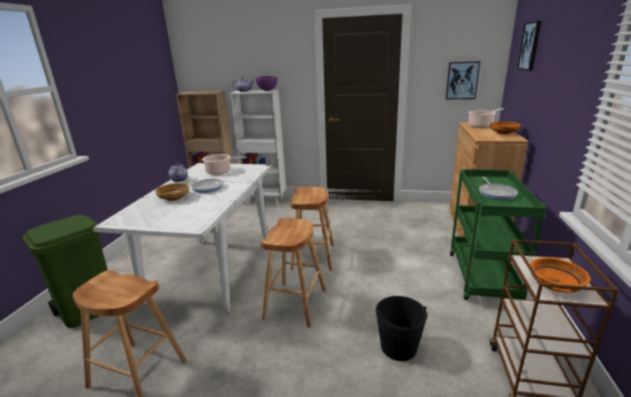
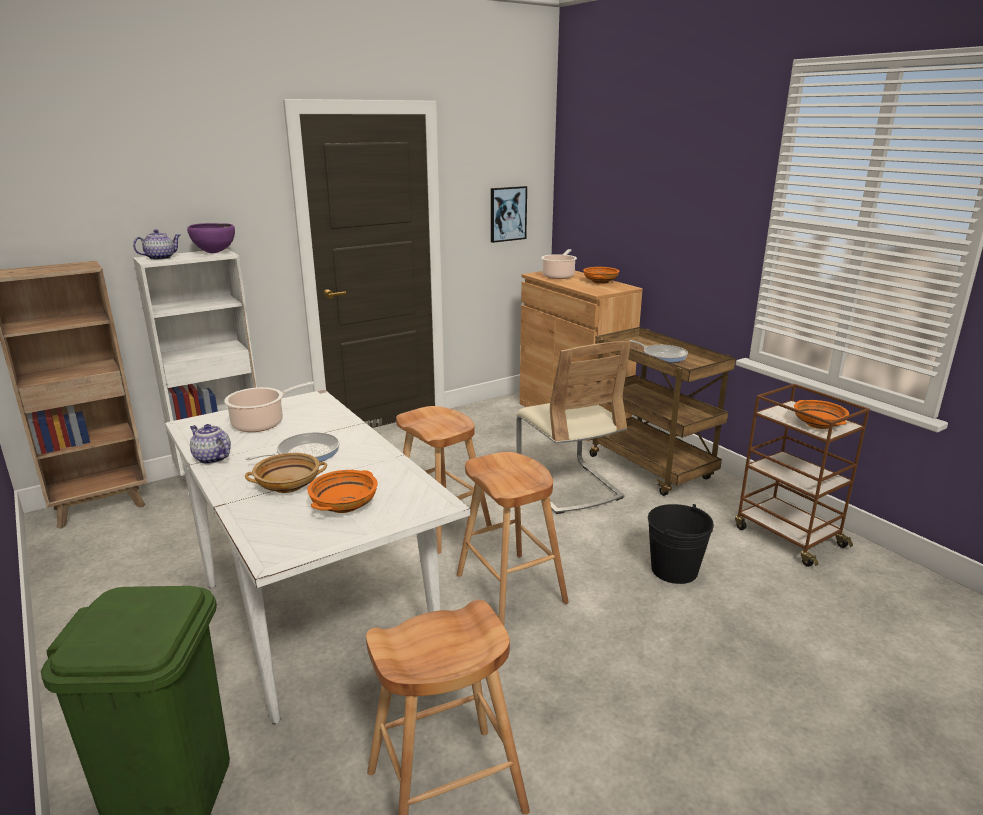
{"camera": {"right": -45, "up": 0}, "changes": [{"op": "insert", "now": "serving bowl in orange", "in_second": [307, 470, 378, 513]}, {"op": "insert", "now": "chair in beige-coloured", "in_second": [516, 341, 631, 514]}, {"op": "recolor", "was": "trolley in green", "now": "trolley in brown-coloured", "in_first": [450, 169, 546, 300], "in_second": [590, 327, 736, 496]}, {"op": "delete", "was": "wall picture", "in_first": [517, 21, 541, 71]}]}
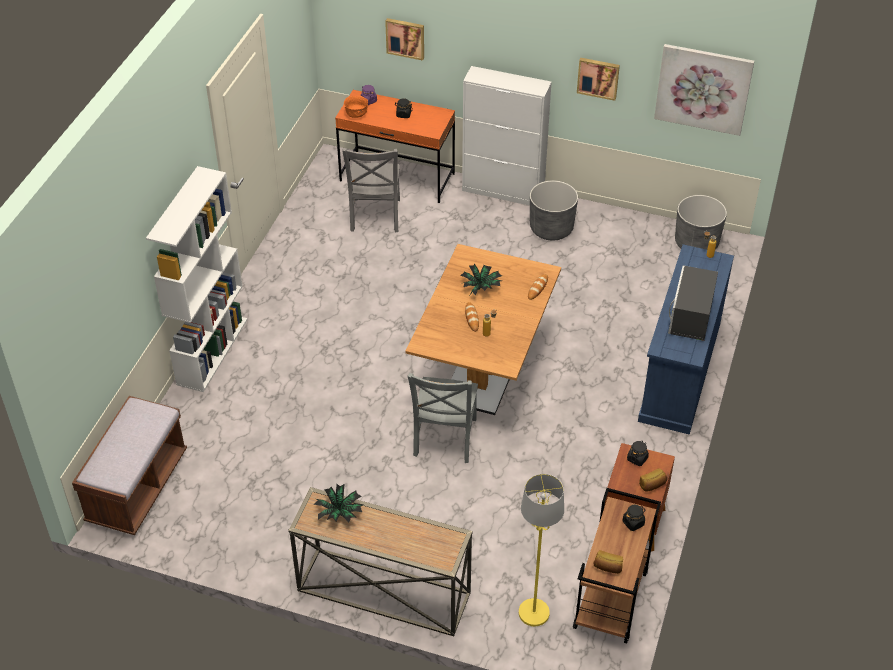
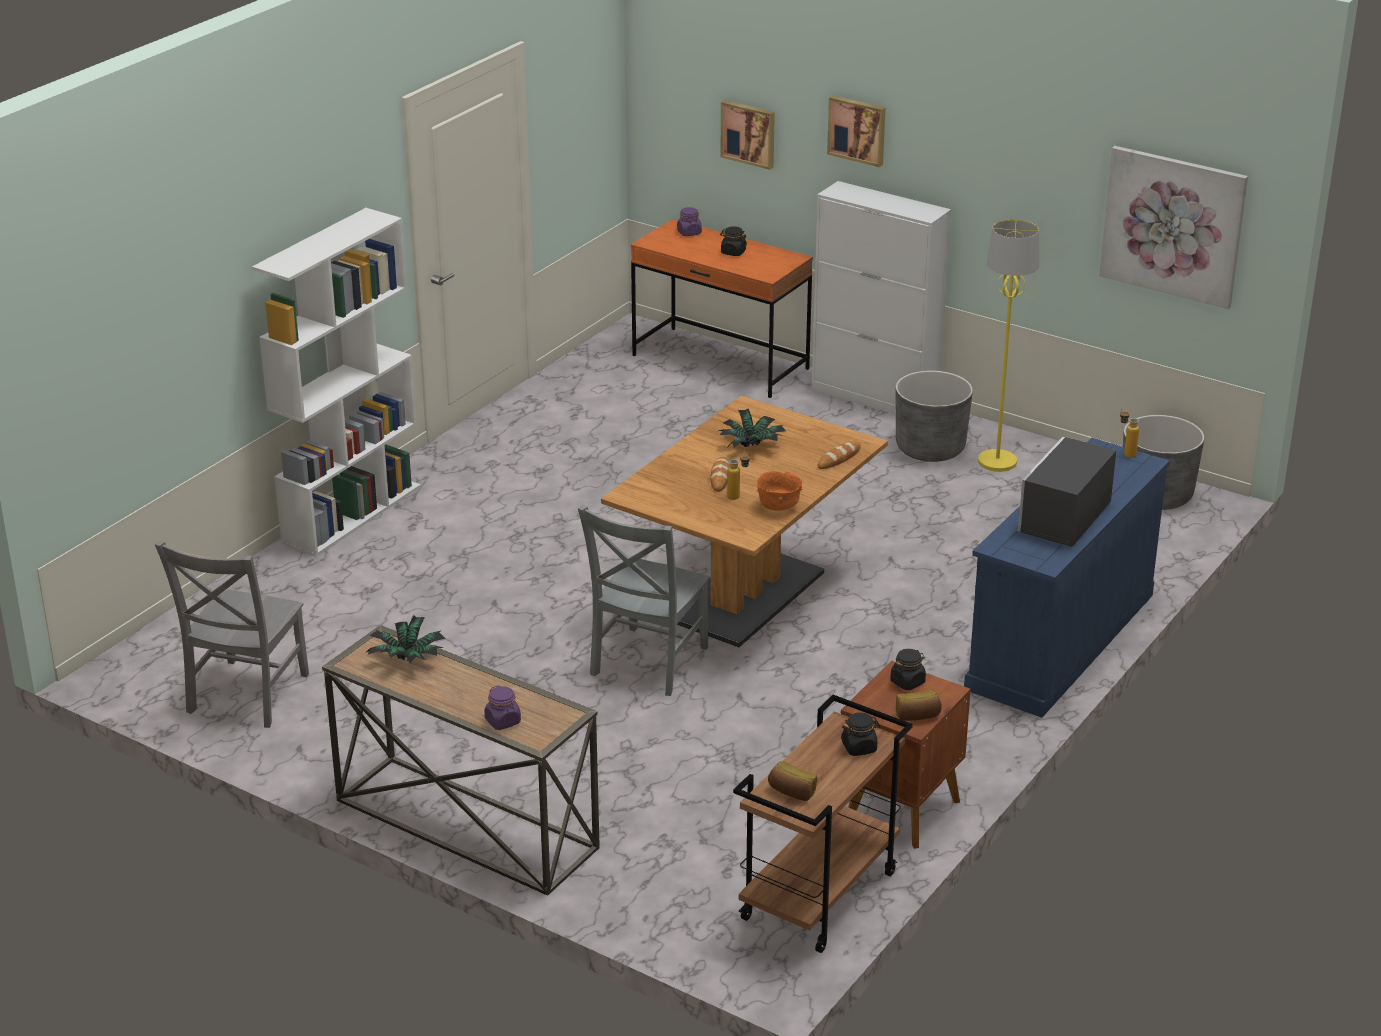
{"camera": {"right": 15, "up": -15}, "changes": [{"op": "move", "was": "chair in greyish", "in_first": [342, 148, 400, 232], "in_second": [155, 541, 309, 728]}, {"op": "insert", "now": "storage jar in purple", "in_second": [484, 685, 521, 730]}, {"op": "move", "was": "serving bowl in orange", "in_first": [344, 95, 368, 118], "in_second": [757, 471, 803, 511]}, {"op": "move", "was": "wall picture", "in_first": [577, 58, 620, 101], "in_second": [827, 96, 886, 167]}, {"op": "move", "was": "standard lamp in yellow-coloured", "in_first": [519, 474, 564, 626], "in_second": [978, 219, 1039, 472]}, {"op": "delete", "was": "indoor bench in brown-coloured", "in_first": [72, 396, 187, 535]}]}
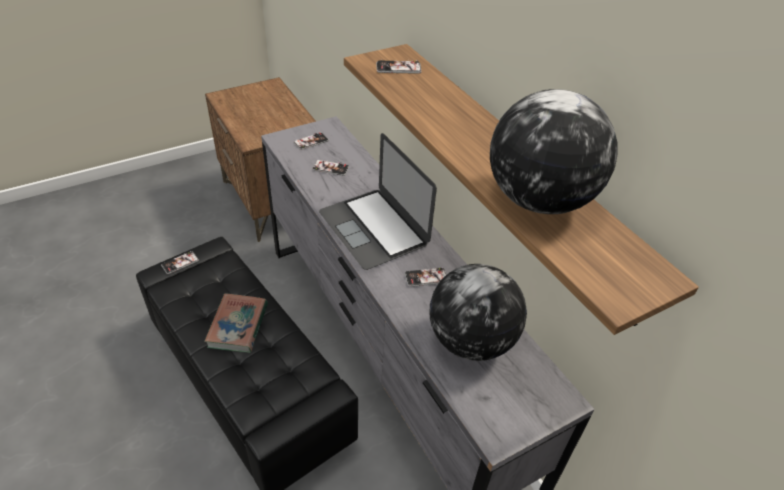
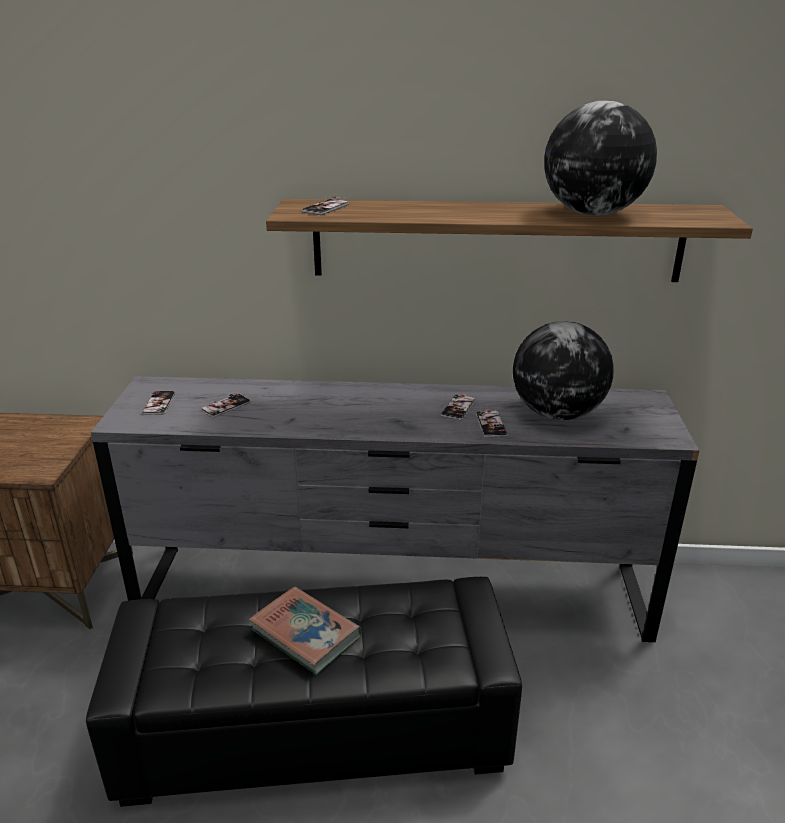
{"camera": {"right": -55, "up": -15}, "changes": [{"op": "move", "was": "phone", "in_first": [161, 251, 199, 274], "in_second": [476, 409, 508, 438]}, {"op": "delete", "was": "notebook computer", "in_first": [319, 133, 437, 270]}]}
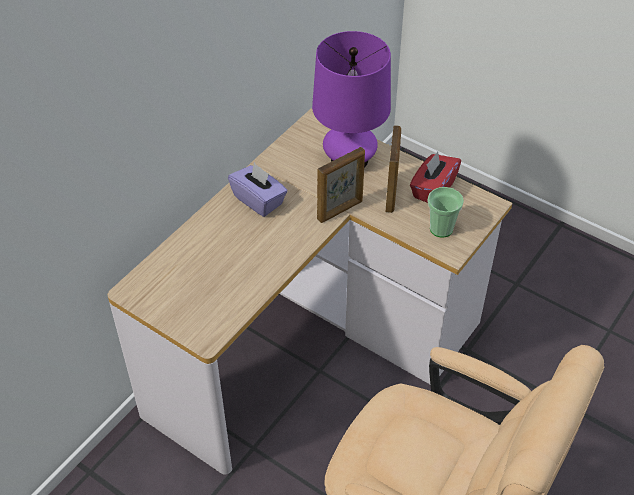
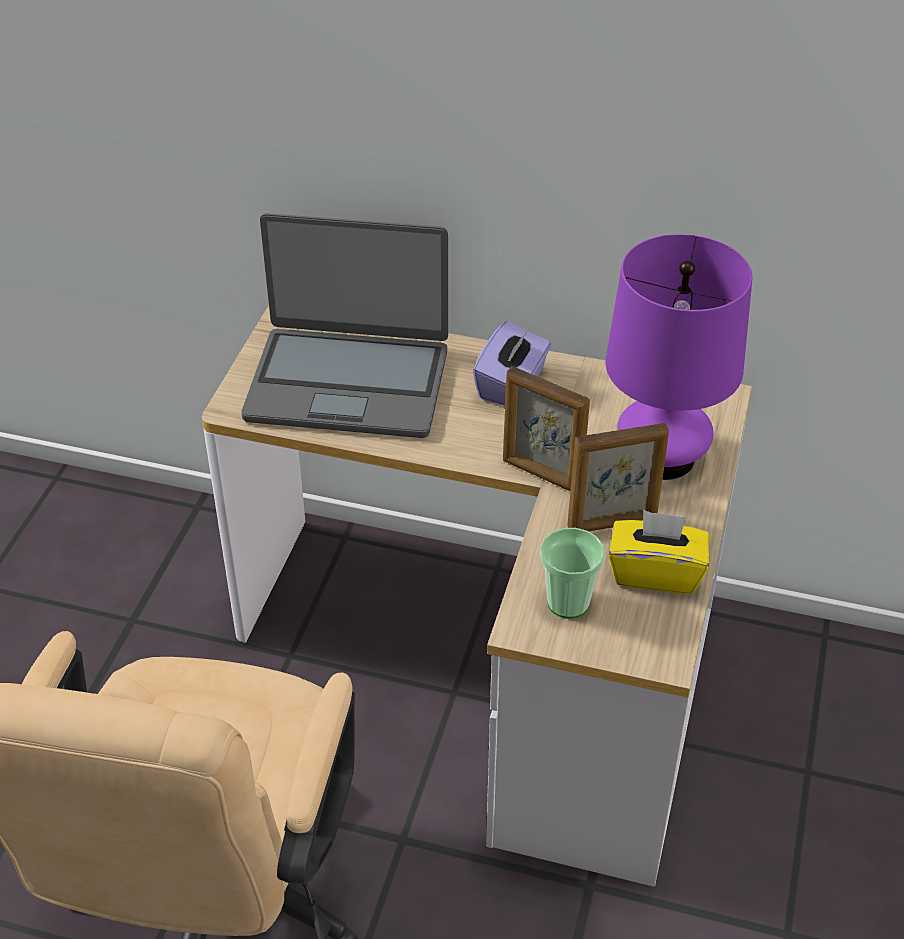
{"camera": {"right": 70, "up": -5}, "changes": [{"op": "insert", "now": "notebook computer", "in_second": [241, 213, 448, 438]}, {"op": "recolor", "was": "box of tissues in red", "now": "box of tissues in yellow-coloured", "in_first": [410, 152, 461, 203], "in_second": [609, 510, 709, 594]}]}
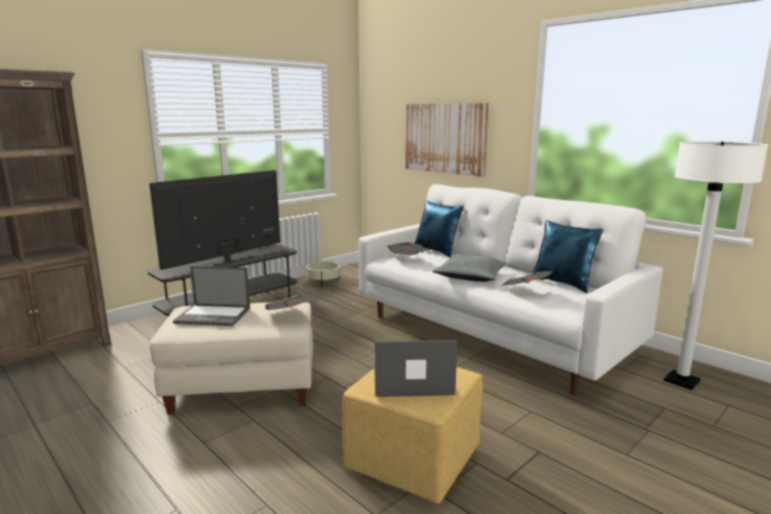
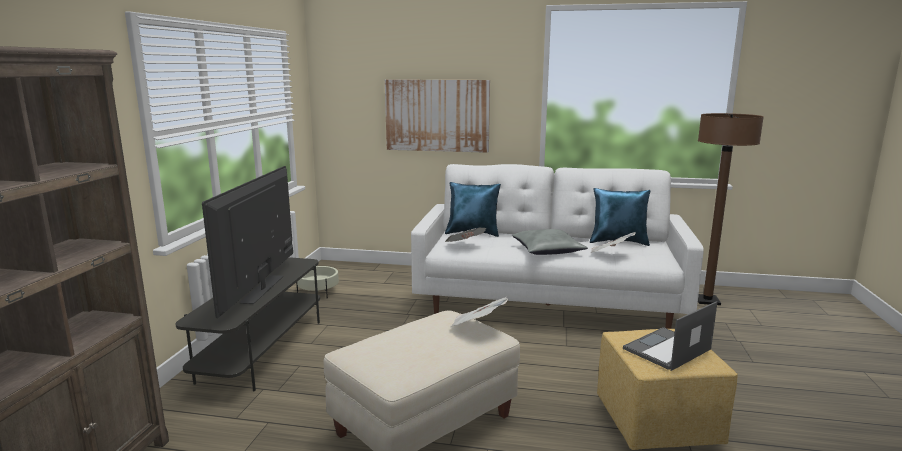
{"camera": {"right": -35, "up": 0}, "changes": [{"op": "recolor", "was": "standard lamp in white-coloured", "now": "standard lamp in brown-coloured", "in_first": [664, 141, 768, 390], "in_second": [698, 113, 764, 305]}, {"op": "delete", "was": "notebook computer", "in_first": [173, 266, 250, 326]}]}
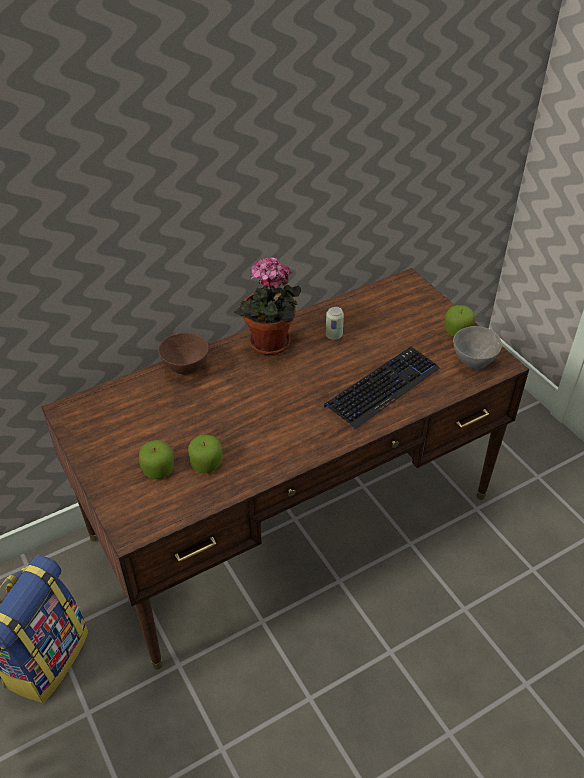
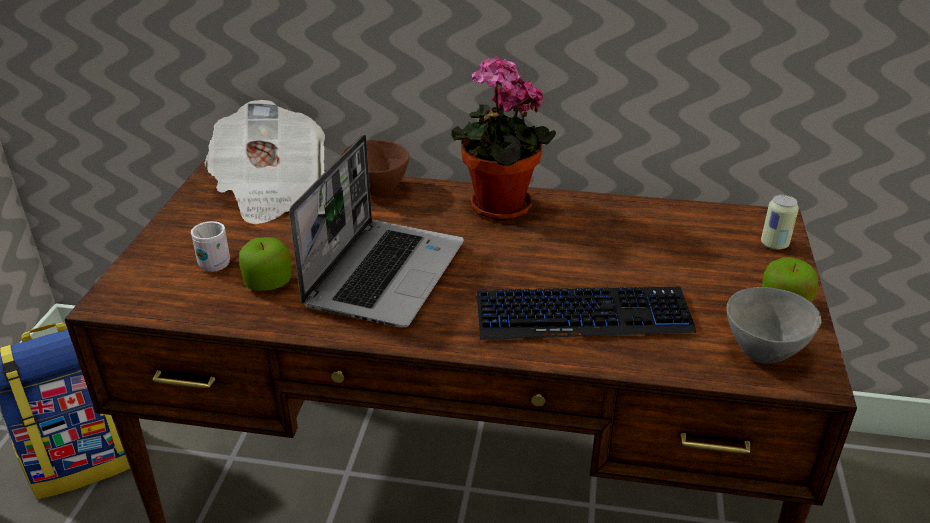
{"camera": {"right": 40, "up": -10}, "changes": [{"op": "replace", "was": "apple fruit", "now": "mug in white-coloured", "in_first": [139, 440, 174, 479], "in_second": [191, 221, 230, 272]}, {"op": "insert", "now": "newspaper", "in_second": [204, 100, 325, 224]}, {"op": "insert", "now": "notebook computer", "in_second": [289, 135, 464, 328]}, {"op": "move", "was": "can", "in_first": [326, 307, 344, 340], "in_second": [761, 195, 799, 250]}]}
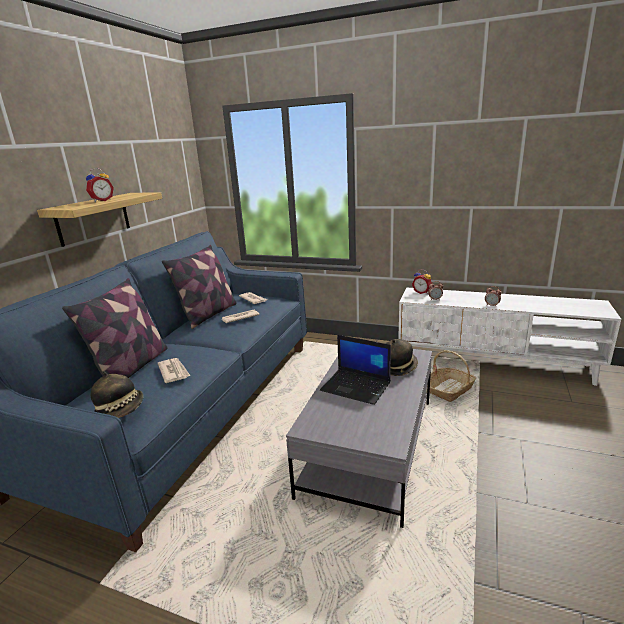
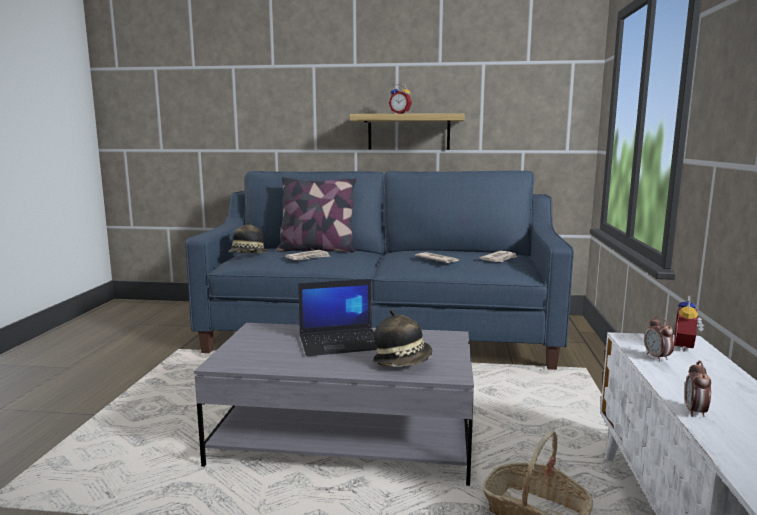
{"camera": {"right": 75, "up": -10}, "changes": [{"op": "rotate", "was": "notebook computer", "in_first": [320, 335, 391, 405], "in_second": [298, 279, 377, 356], "clockwise": -120}, {"op": "delete", "was": "cushion", "in_first": [162, 245, 237, 329]}]}
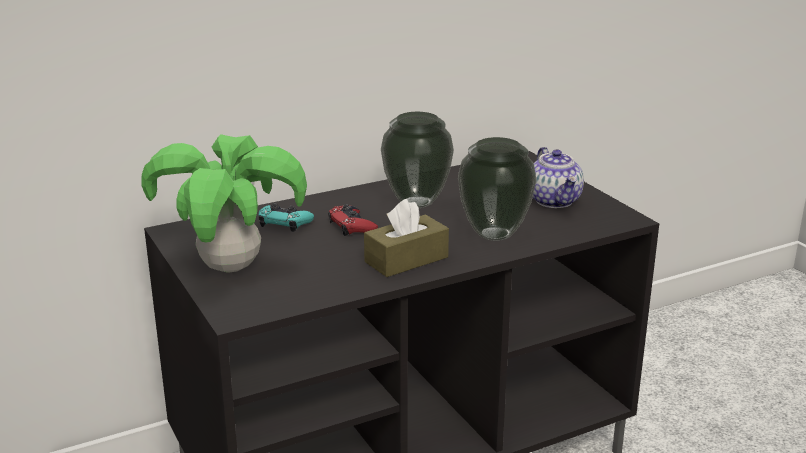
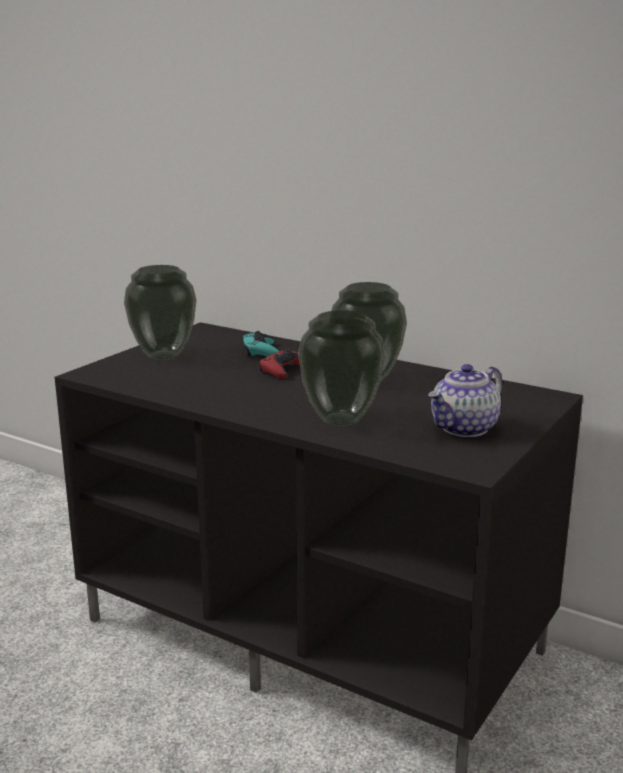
{"camera": {"right": 60, "up": -5}, "changes": [{"op": "replace", "was": "plant in a pot", "now": "flower vase", "in_first": [141, 134, 307, 273], "in_second": [124, 265, 196, 360]}, {"op": "delete", "was": "box of tissues in brown-coloured", "in_first": [364, 199, 449, 277]}]}
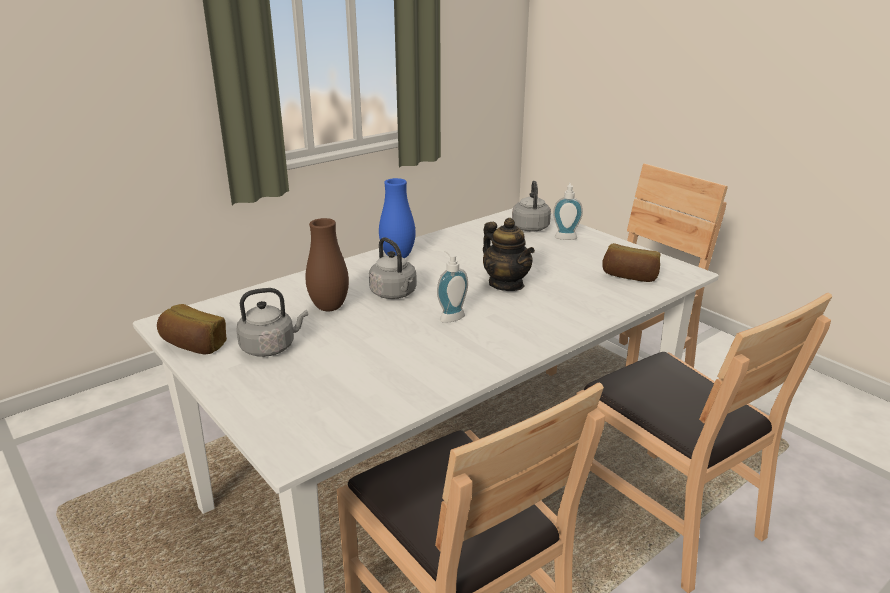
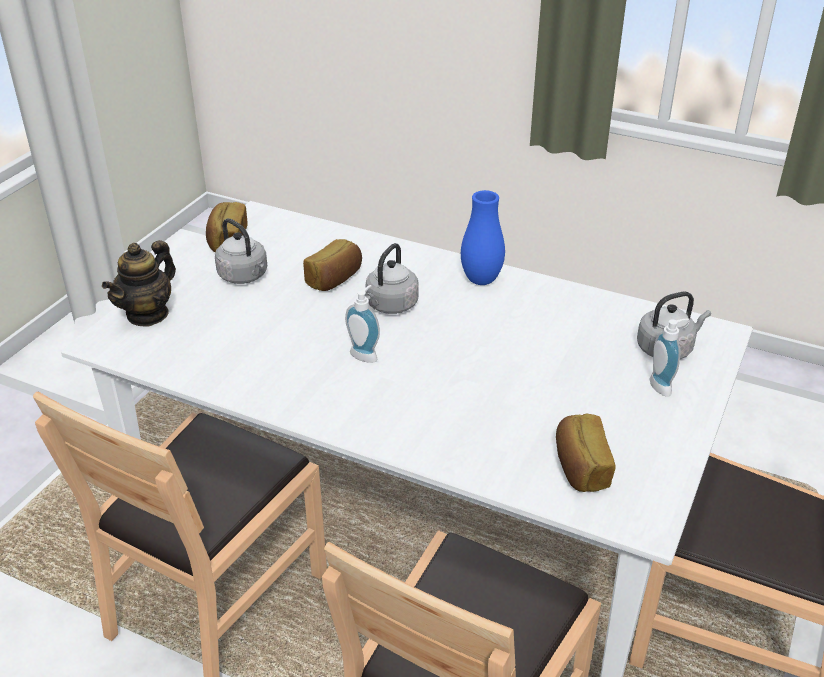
{"camera": {"right": 65, "up": 10}, "changes": [{"op": "move", "was": "teapot", "in_first": [483, 218, 535, 291], "in_second": [102, 240, 176, 327]}, {"op": "replace", "was": "flower vase in brown-coloured", "now": "bakery bread", "in_first": [305, 218, 349, 312], "in_second": [303, 239, 362, 291]}]}
